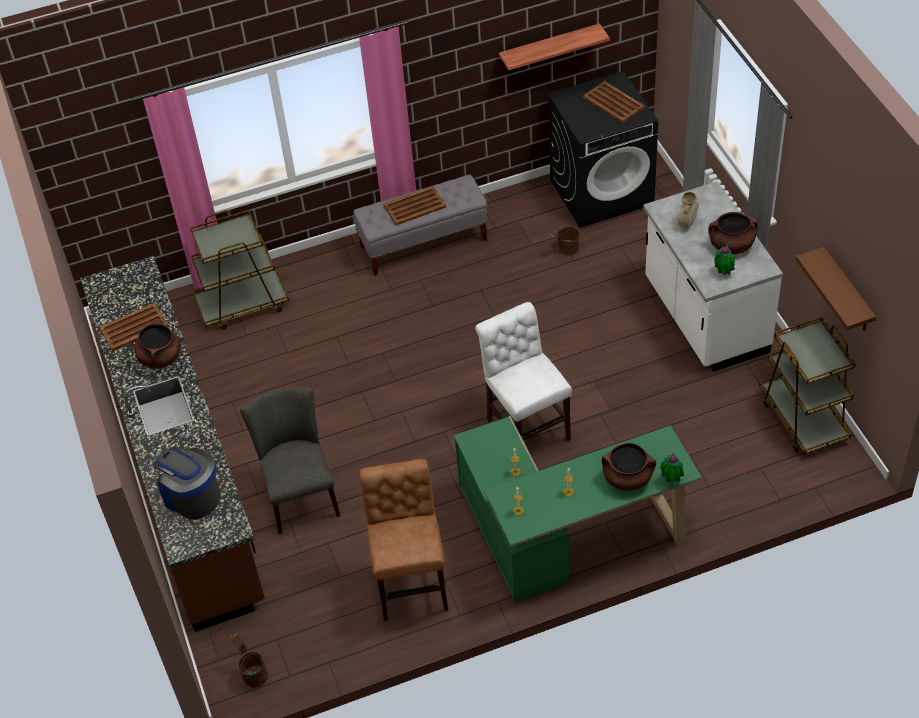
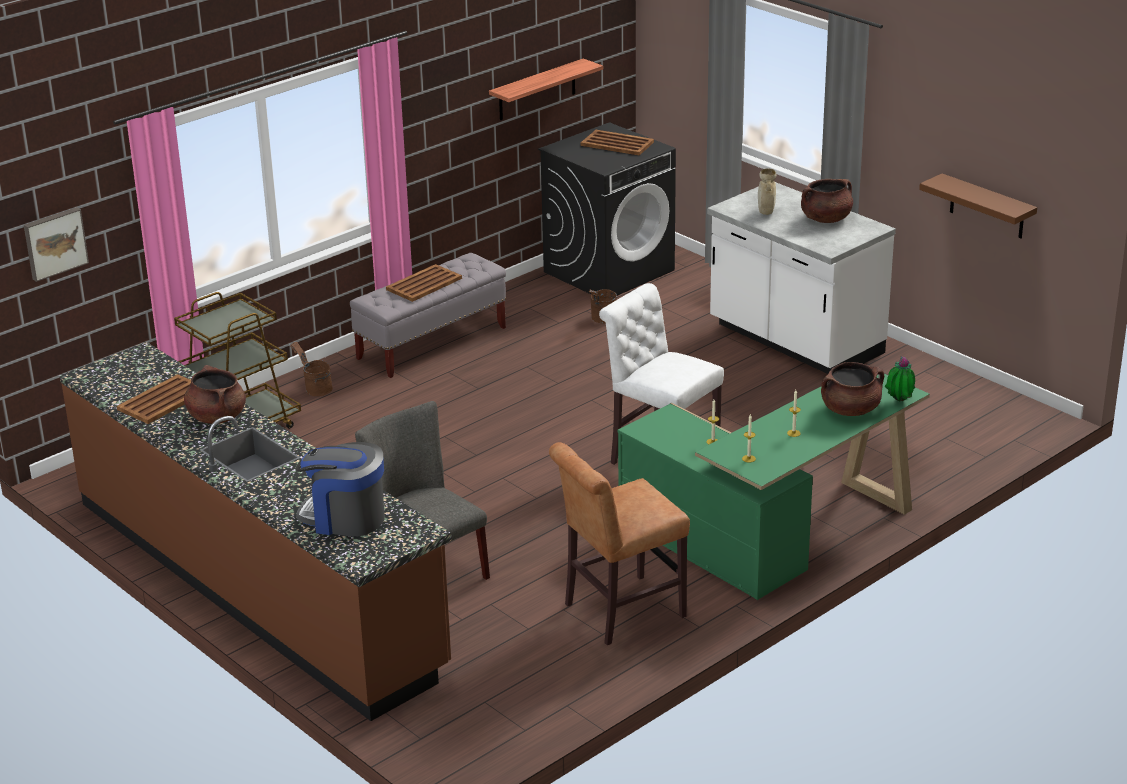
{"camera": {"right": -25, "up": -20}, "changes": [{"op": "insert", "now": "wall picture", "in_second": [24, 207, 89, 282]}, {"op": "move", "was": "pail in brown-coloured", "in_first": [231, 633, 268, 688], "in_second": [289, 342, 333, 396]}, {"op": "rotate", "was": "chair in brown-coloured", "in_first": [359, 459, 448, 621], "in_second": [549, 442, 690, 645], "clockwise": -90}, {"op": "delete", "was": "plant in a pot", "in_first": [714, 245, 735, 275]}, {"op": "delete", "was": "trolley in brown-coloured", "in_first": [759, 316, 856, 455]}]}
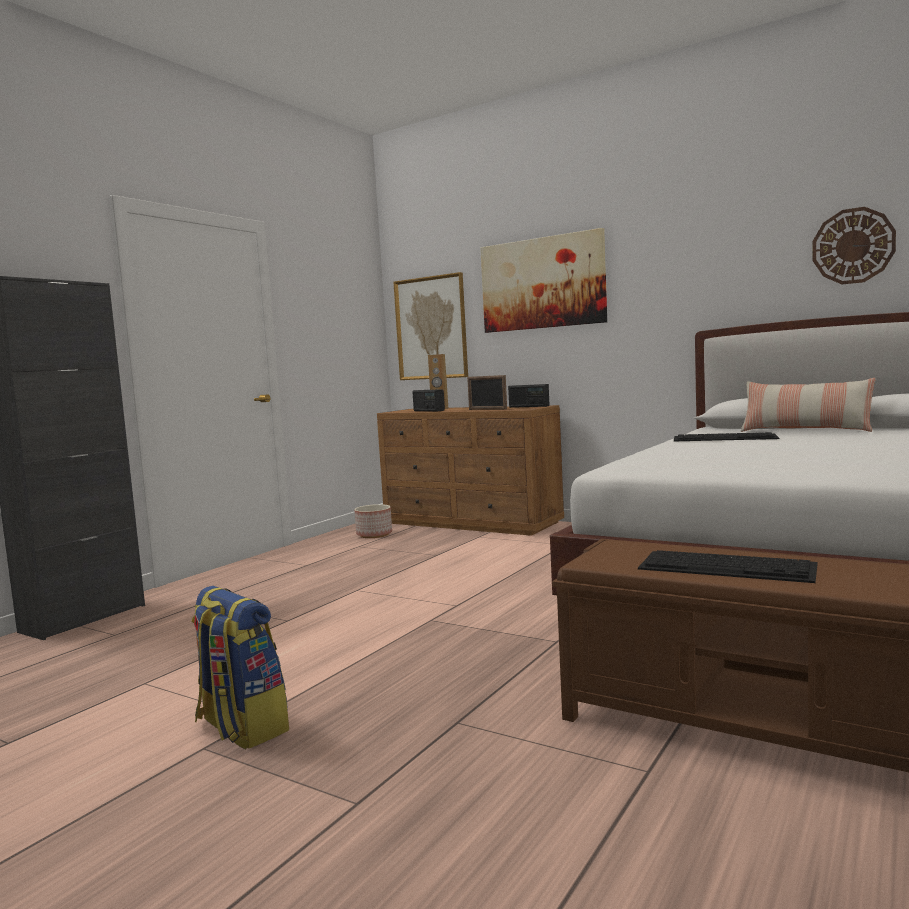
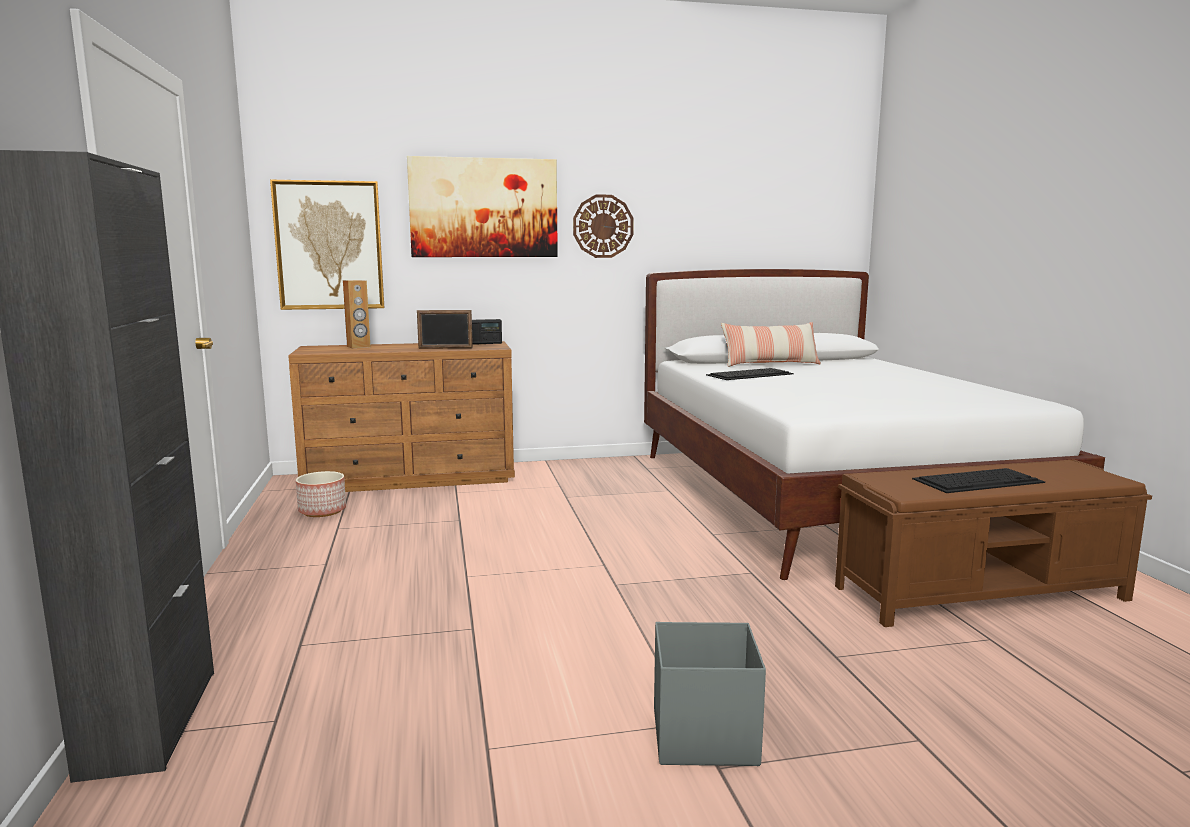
{"camera": {"right": -45, "up": 5}, "changes": [{"op": "move", "was": "wall clock", "in_first": [813, 207, 896, 284], "in_second": [573, 194, 634, 258]}, {"op": "replace", "was": "knapsack", "now": "storage box in greyish", "in_first": [192, 586, 289, 749], "in_second": [654, 622, 766, 766]}, {"op": "delete", "was": "radio receiver", "in_first": [413, 389, 445, 411]}]}
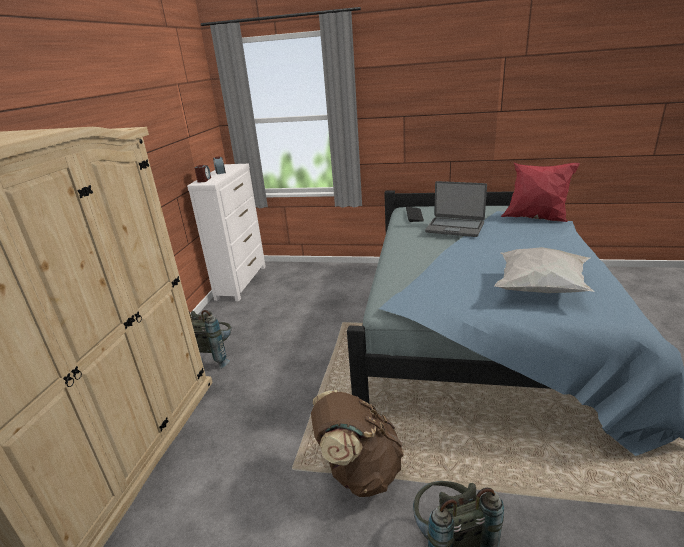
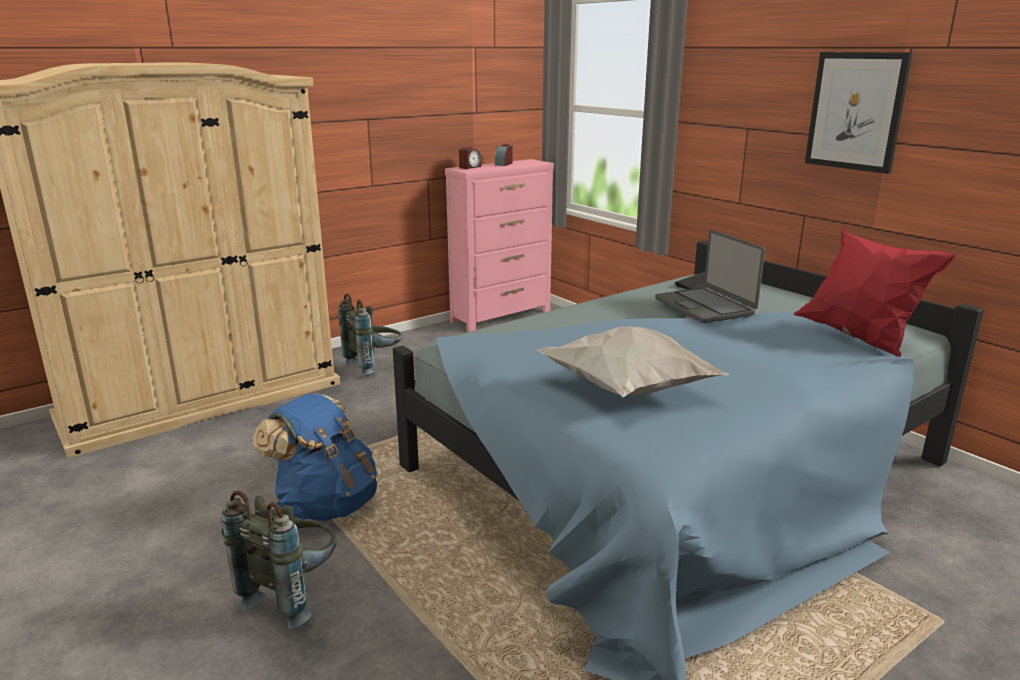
{"camera": {"right": 40, "up": -5}, "changes": [{"op": "recolor", "was": "knapsack in brown-coloured", "now": "knapsack in blue", "in_first": [311, 390, 404, 497], "in_second": [252, 393, 377, 521]}, {"op": "recolor", "was": "dresser in white-coloured", "now": "dresser in pink-coloured", "in_first": [187, 164, 266, 301], "in_second": [445, 159, 554, 332]}, {"op": "insert", "now": "wall picture", "in_second": [805, 52, 912, 174]}]}
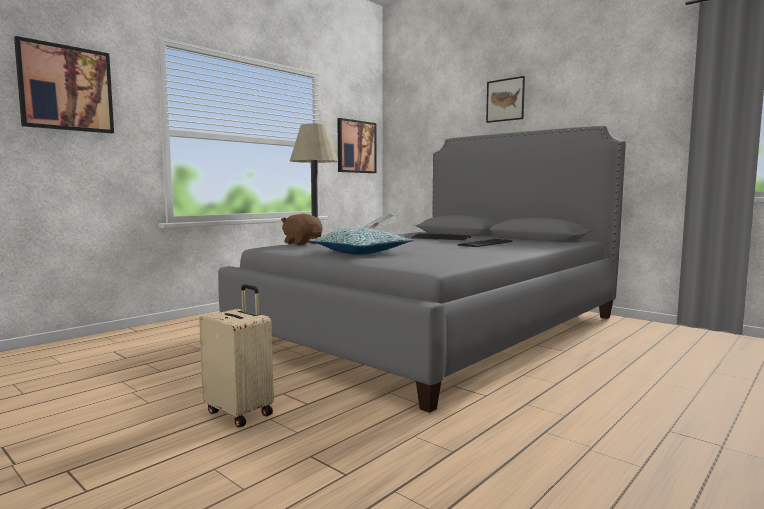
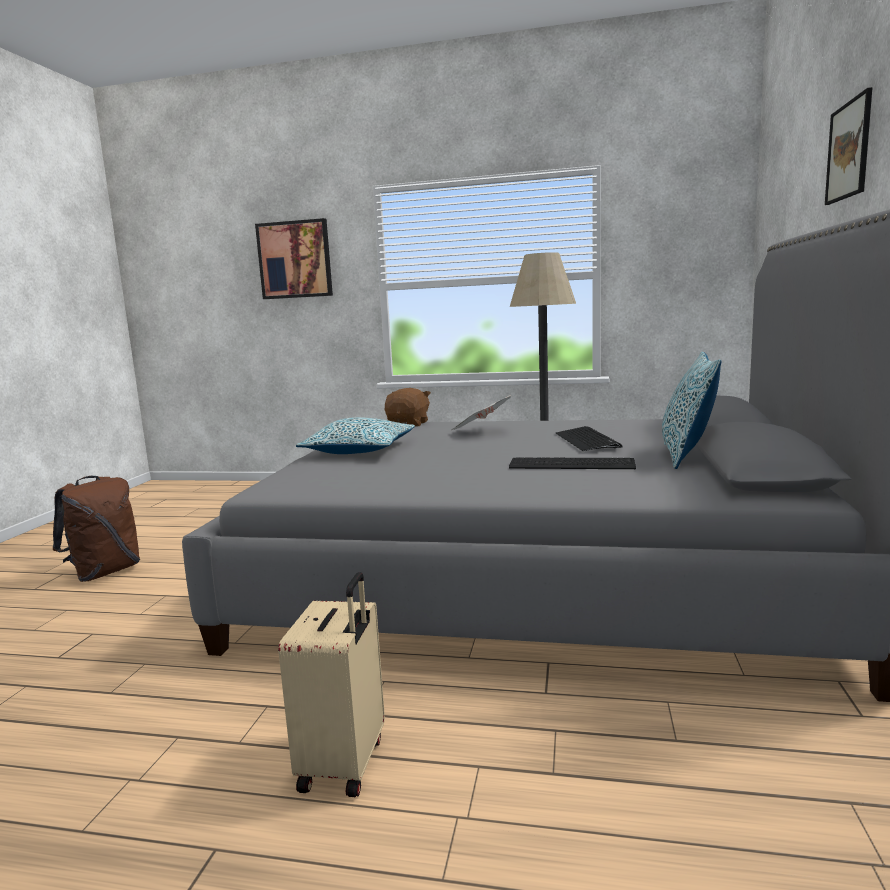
{"camera": {"right": 60, "up": 5}, "changes": [{"op": "insert", "now": "knapsack in brown-coloured", "in_second": [53, 476, 140, 582]}, {"op": "move", "was": "travel case in beige-coloured", "in_first": [199, 284, 274, 428], "in_second": [278, 572, 385, 797]}, {"op": "insert", "now": "cushion", "in_second": [662, 352, 722, 469]}, {"op": "delete", "was": "wall picture", "in_first": [337, 118, 376, 173]}]}
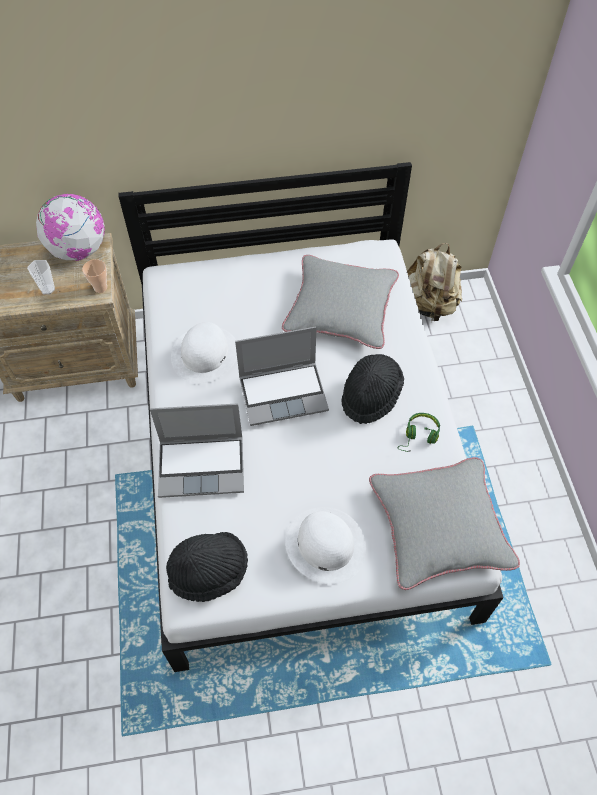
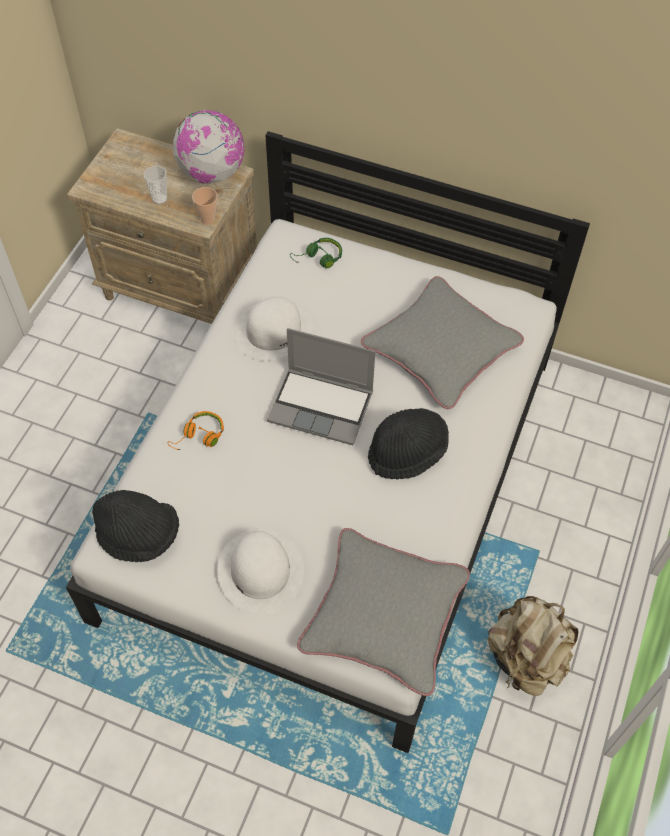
{"camera": {"right": 30, "up": 0}, "changes": [{"op": "replace", "was": "notebook computer", "now": "headset in orange", "in_first": [150, 403, 244, 498], "in_second": [167, 411, 224, 450]}, {"op": "move", "was": "headset in green", "in_first": [397, 413, 440, 452], "in_second": [290, 238, 342, 268]}, {"op": "move", "was": "knapsack in beige-coloured", "in_first": [407, 243, 462, 321], "in_second": [487, 596, 578, 696]}]}
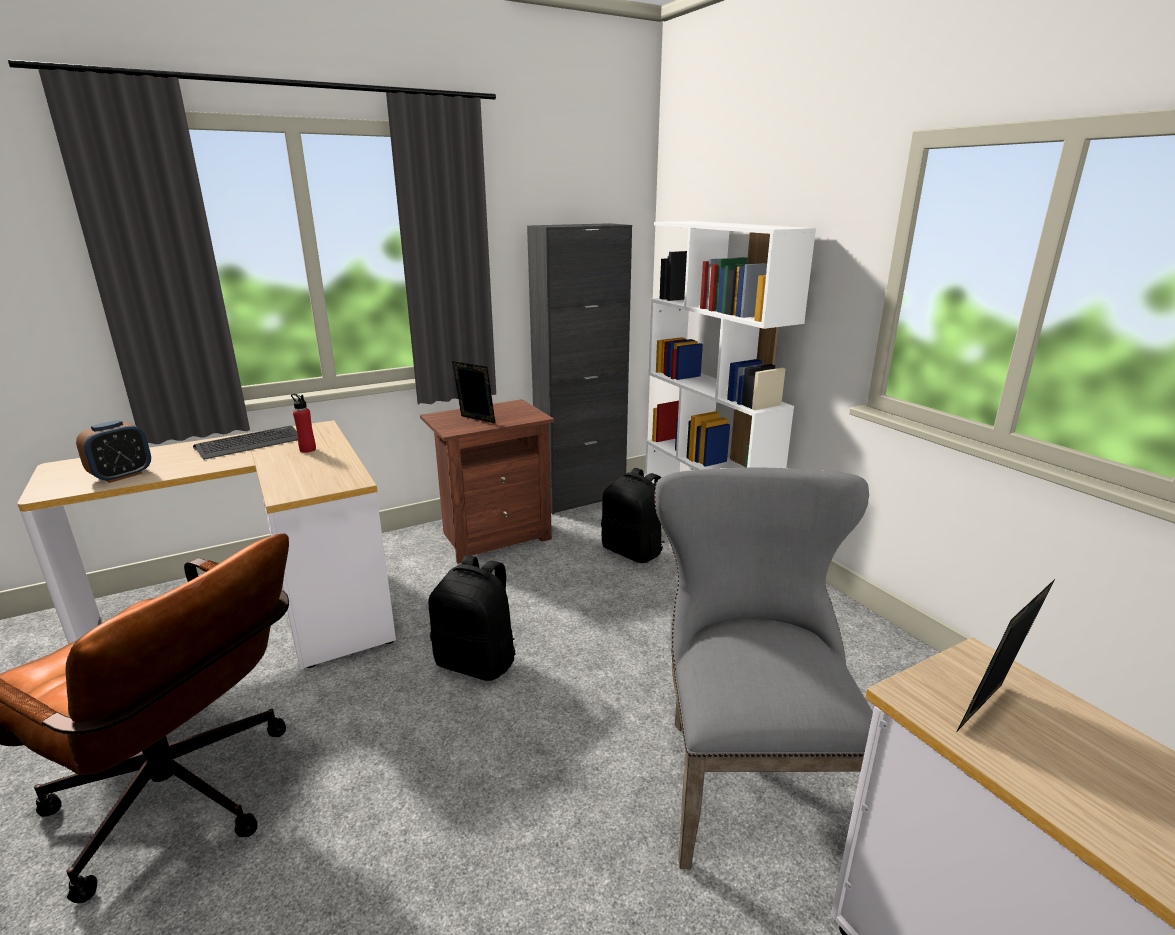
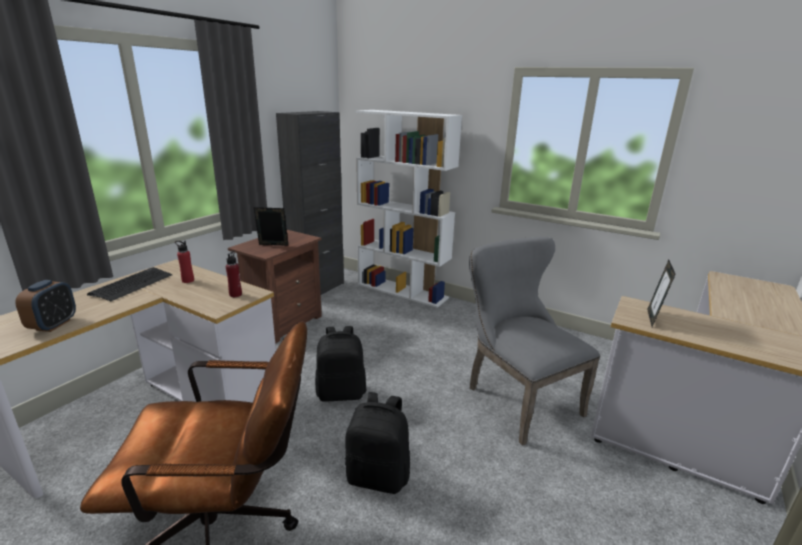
{"camera": {"right": -30, "up": 0}, "changes": [{"op": "insert", "now": "drink bottle in red", "in_second": [226, 251, 242, 297]}, {"op": "move", "was": "knapsack in black", "in_first": [601, 468, 665, 563], "in_second": [345, 392, 410, 494]}]}
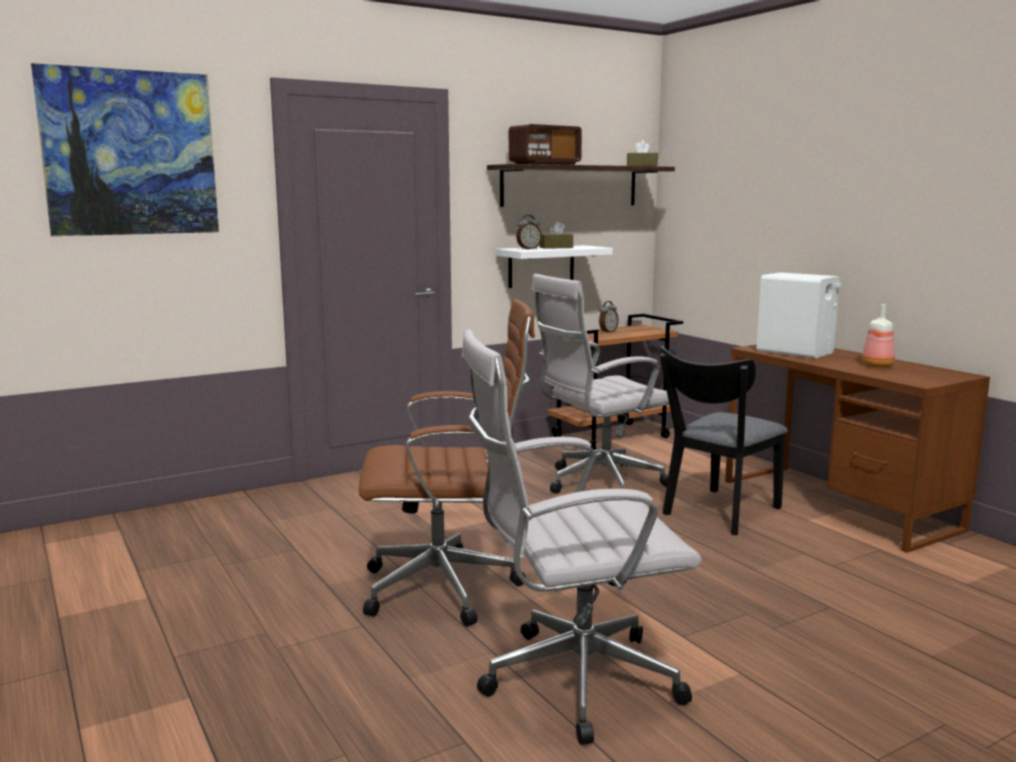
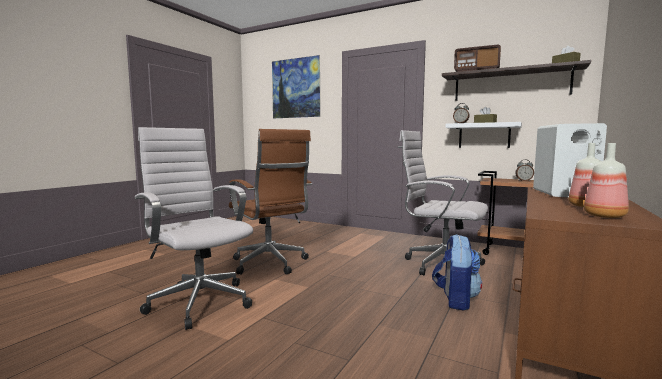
{"camera": {"right": 60, "up": -5}, "changes": [{"op": "replace", "was": "chair in black", "now": "knapsack", "in_first": [660, 346, 788, 535], "in_second": [432, 234, 482, 311]}, {"op": "insert", "now": "drink bottle", "in_second": [584, 143, 629, 218]}]}
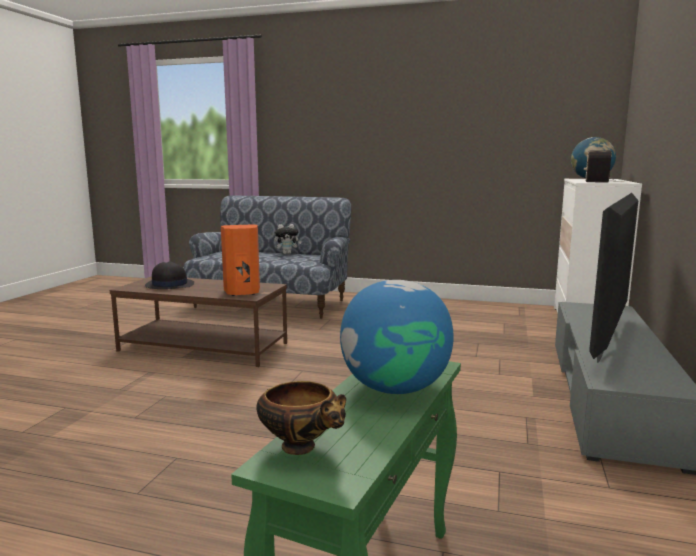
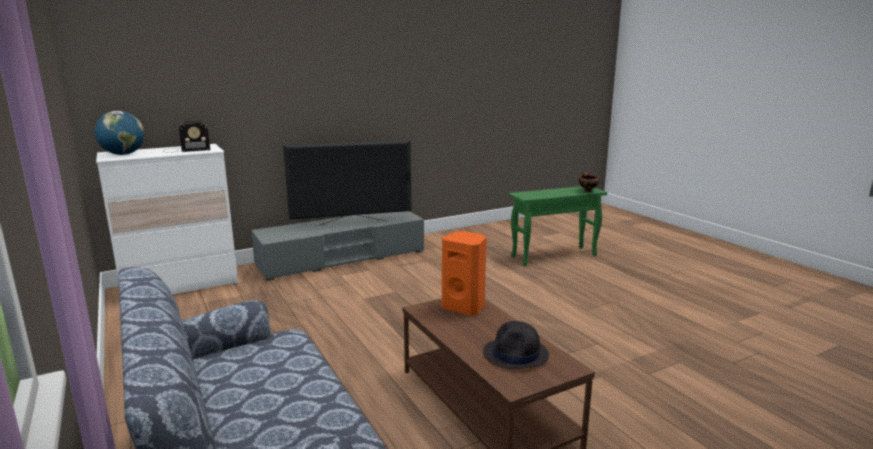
{"camera": {"right": -135, "up": 5}, "changes": [{"op": "delete", "was": "soft toy", "in_first": [274, 224, 302, 254]}, {"op": "delete", "was": "desk globe", "in_first": [340, 280, 453, 394]}]}
